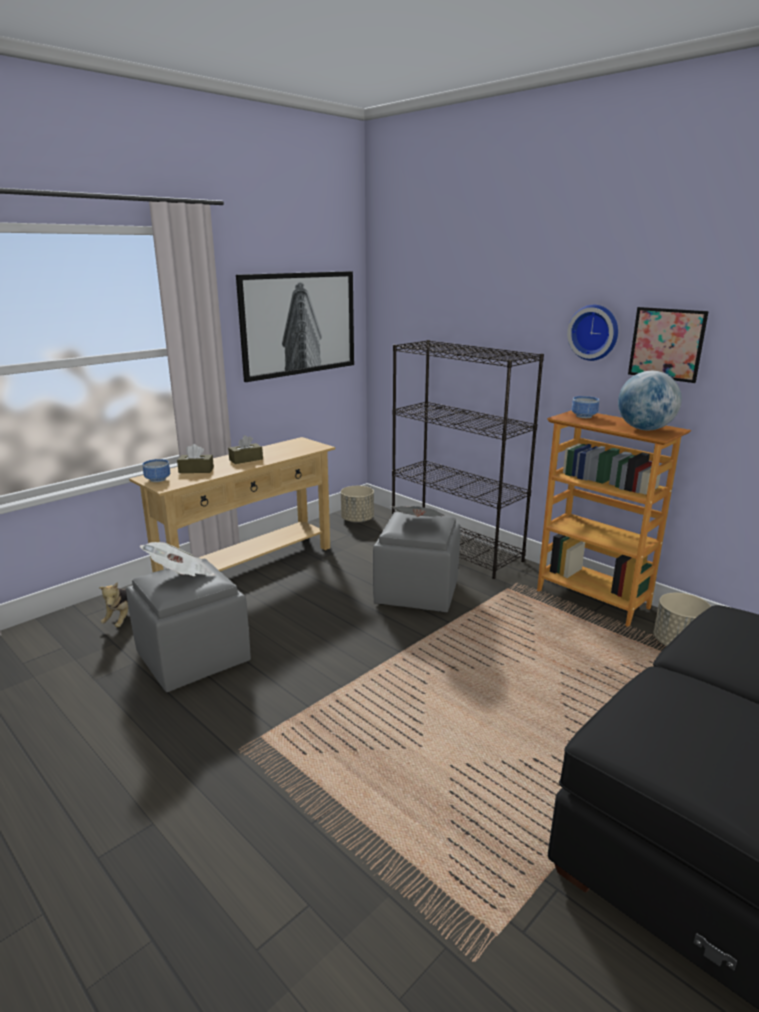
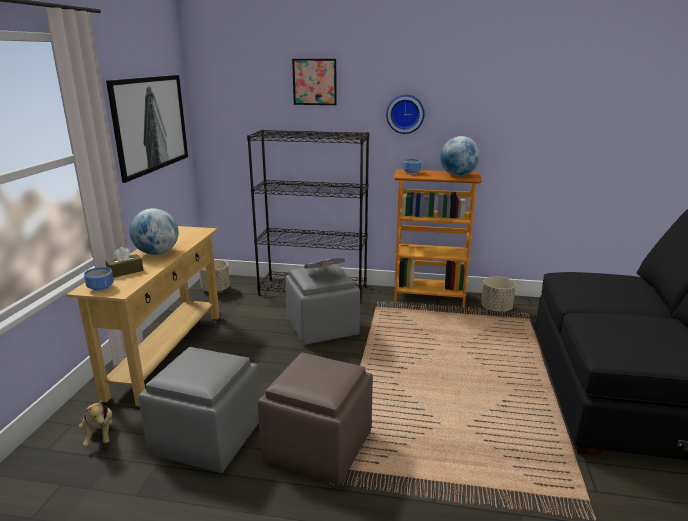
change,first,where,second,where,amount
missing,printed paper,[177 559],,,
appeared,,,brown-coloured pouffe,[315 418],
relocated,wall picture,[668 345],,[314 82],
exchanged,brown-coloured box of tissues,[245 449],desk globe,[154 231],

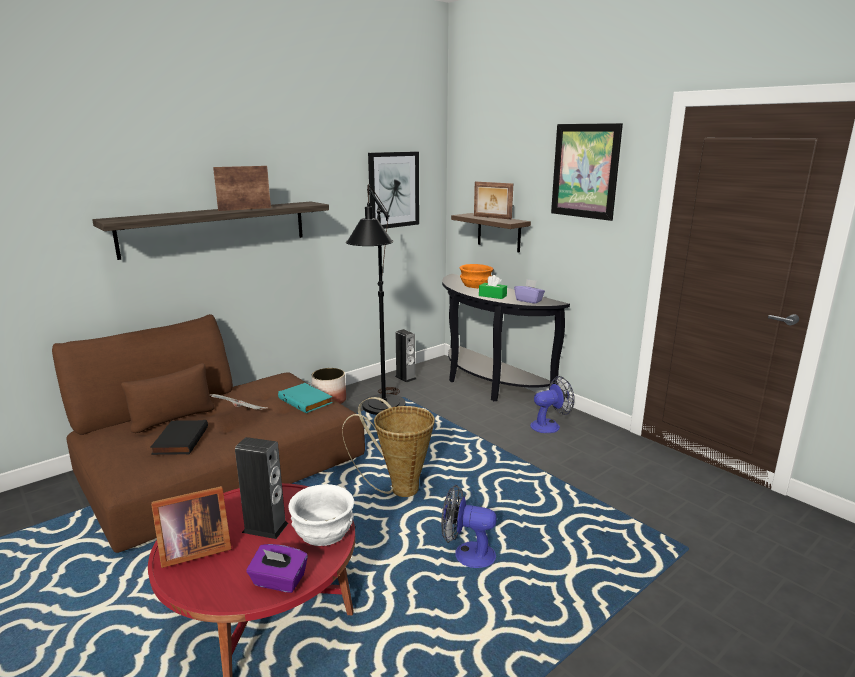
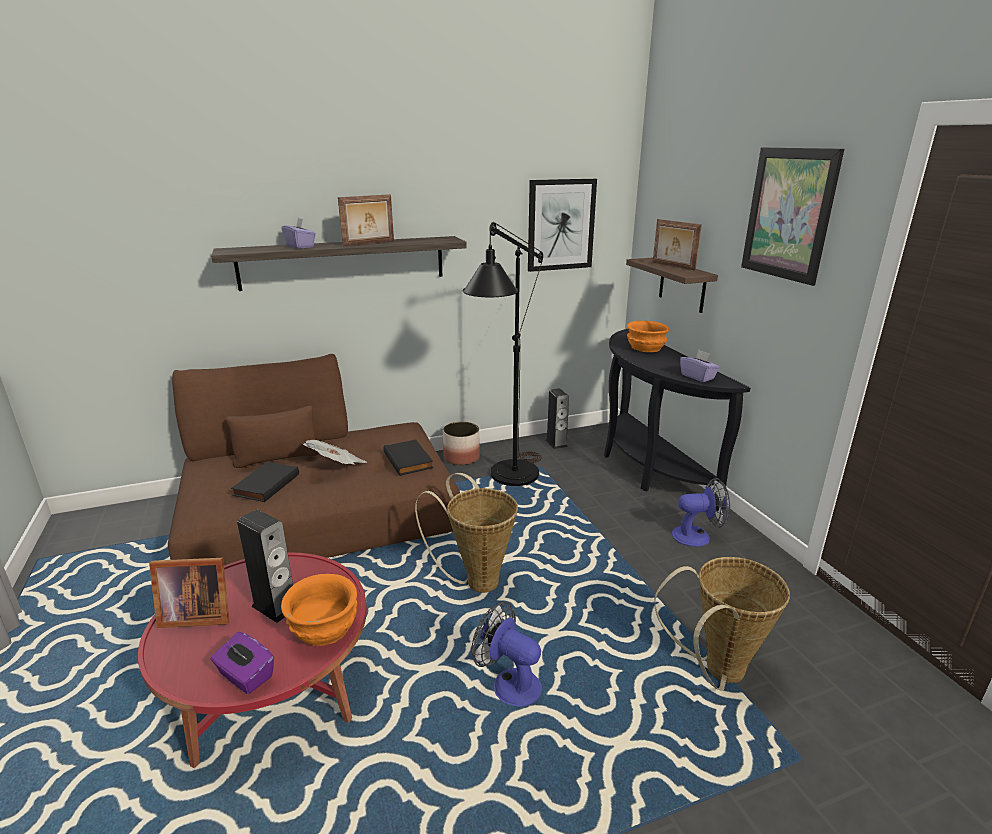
change,first,where,second,where,amount
missing,green box of tissues,[493 287],,,
appeared,,,purple-coloured box of tissues,[298 233],
appeared,,,storage basket,[722 624],
colour,turquoise book,[305 398],blackish book,[408 458],
colour,white bowl,[321 515],orangey bowl,[319 610],
spun,picture frame,[242 188],,[366 220],150 degrees clockwise

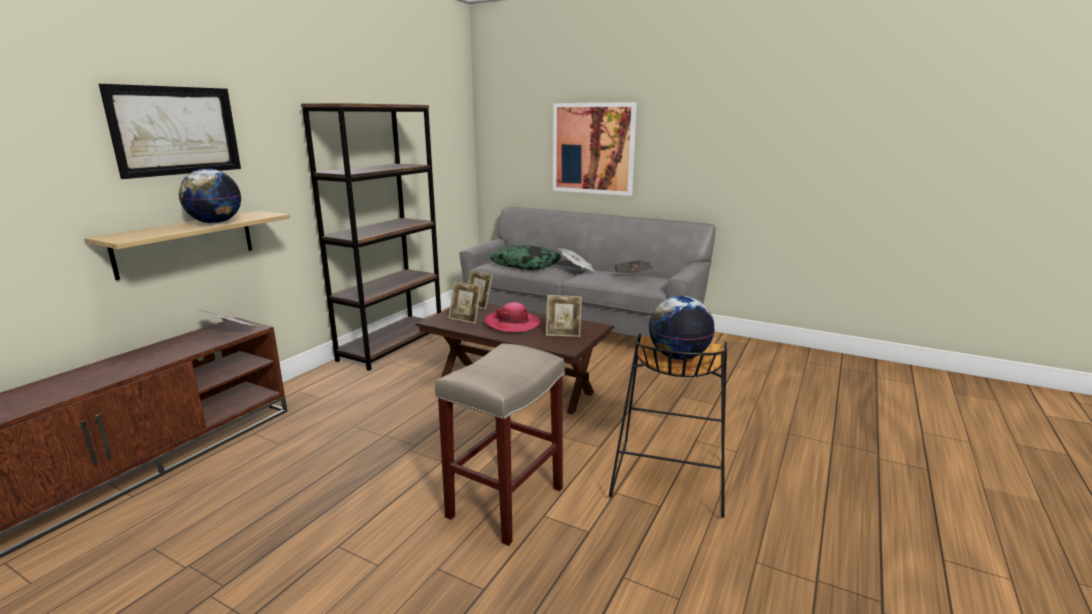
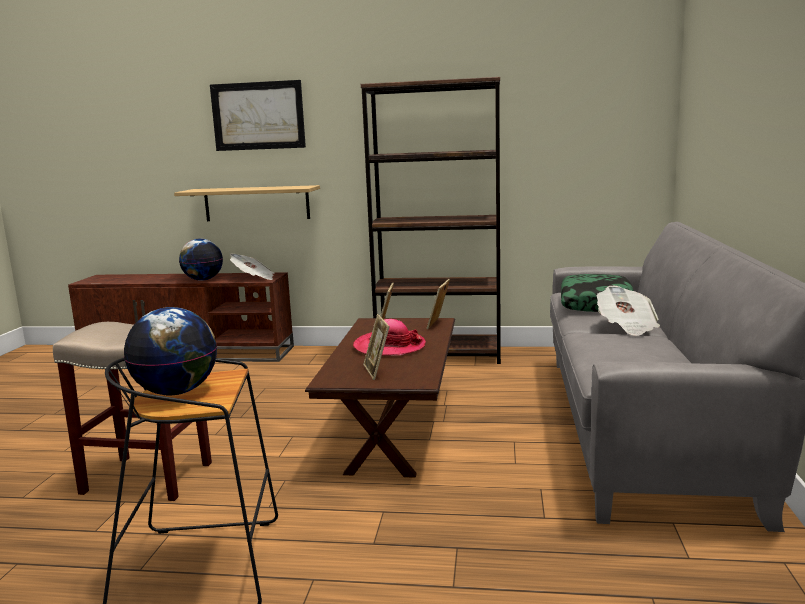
change,first,where,second,where,amount
missing,wall picture,[595 149],,,
missing,printed paper,[633 267],,,
relocated,desk globe,[210 196],,[201 260],

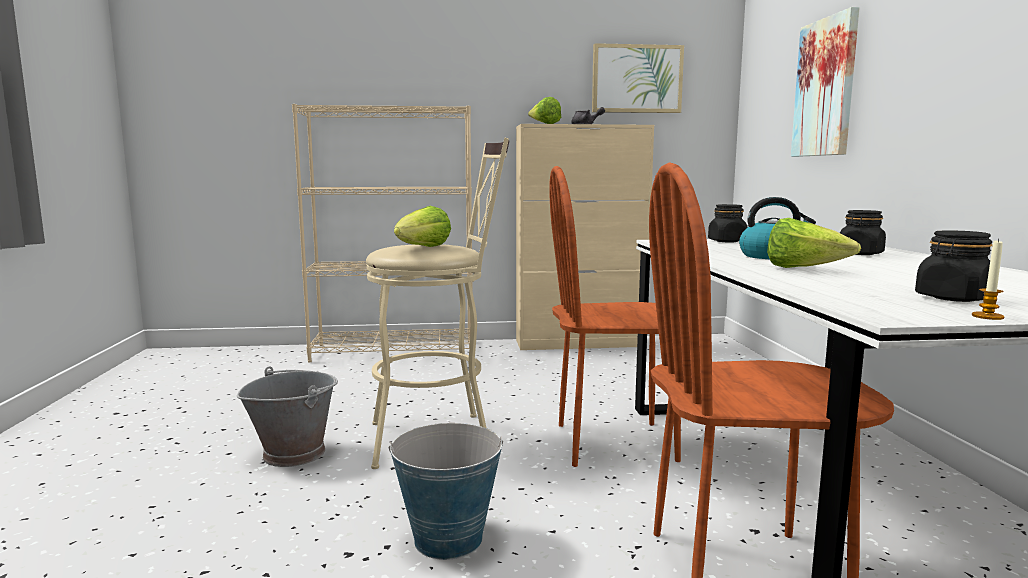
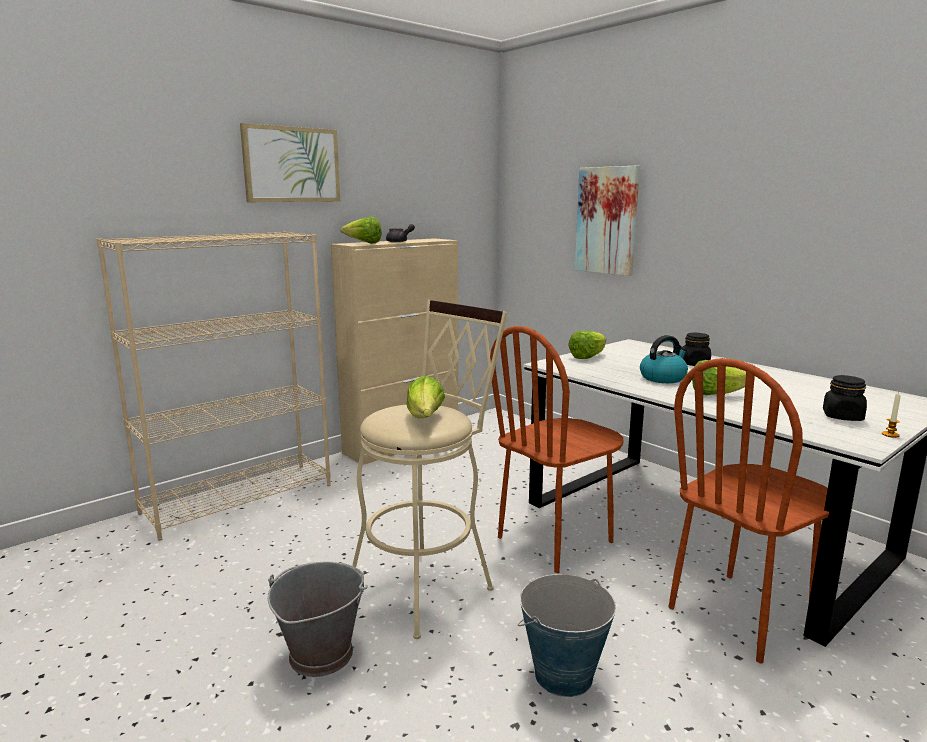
change,first,where,second,where,amount
relocated,wall picture,[638 78],,[290 162],
exchanged,blackish storage jar,[728 223],head of lettuce,[587 344],

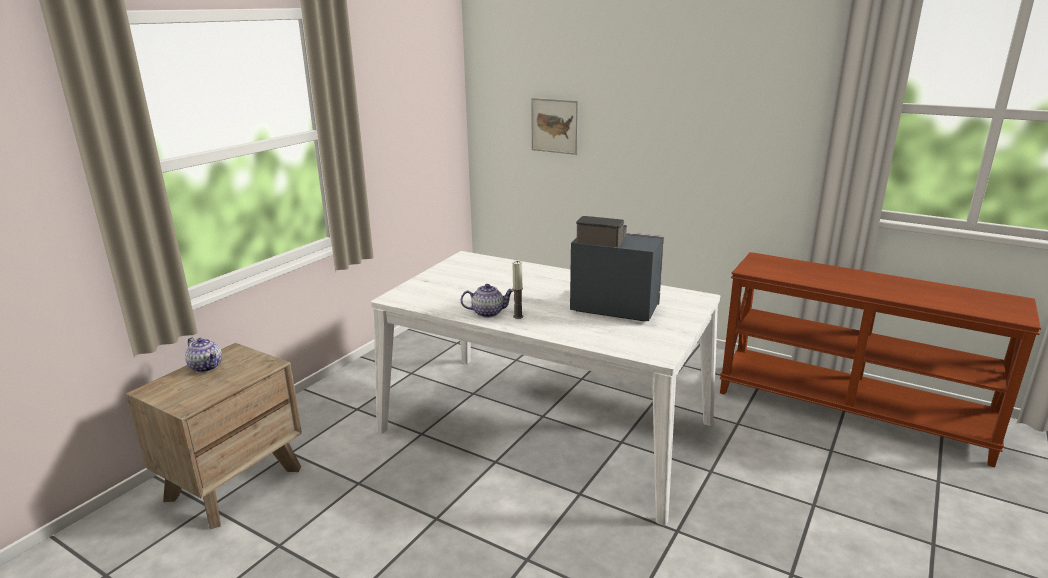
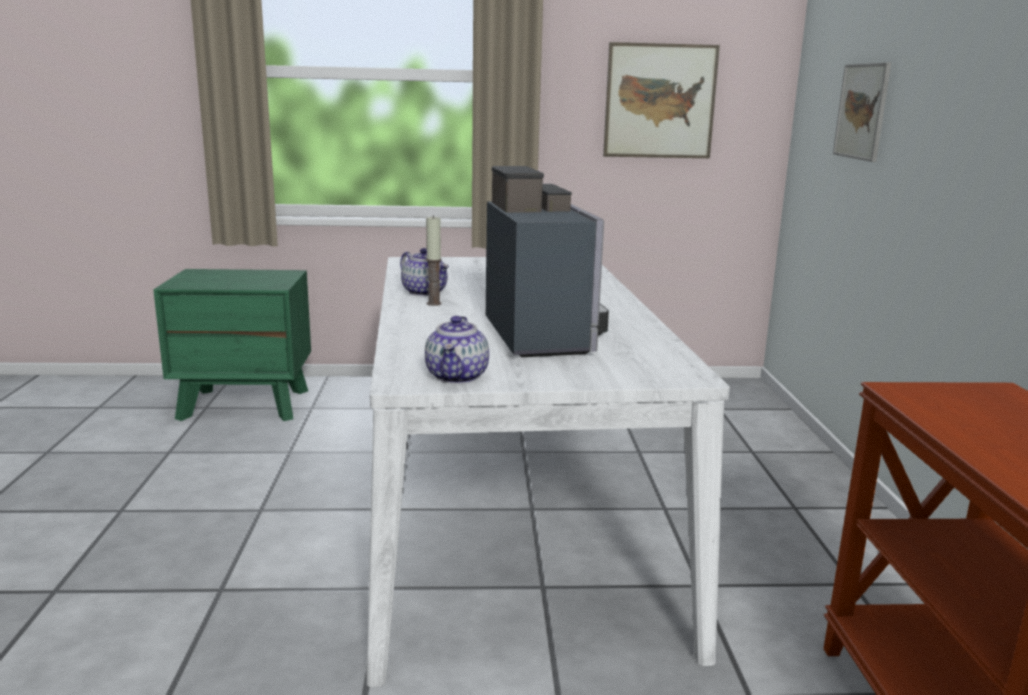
change,first,where,second,where,amount
appeared,,,wall picture,[661 100],
relocated,pot for tea,[203 355],,[457 350],
colour,brown-coloured night table,[214 436],green night table,[232 345],

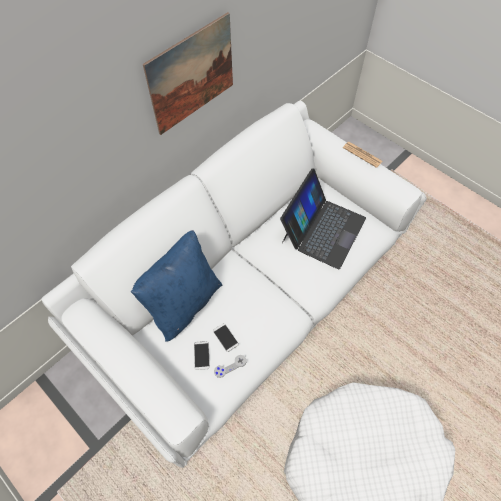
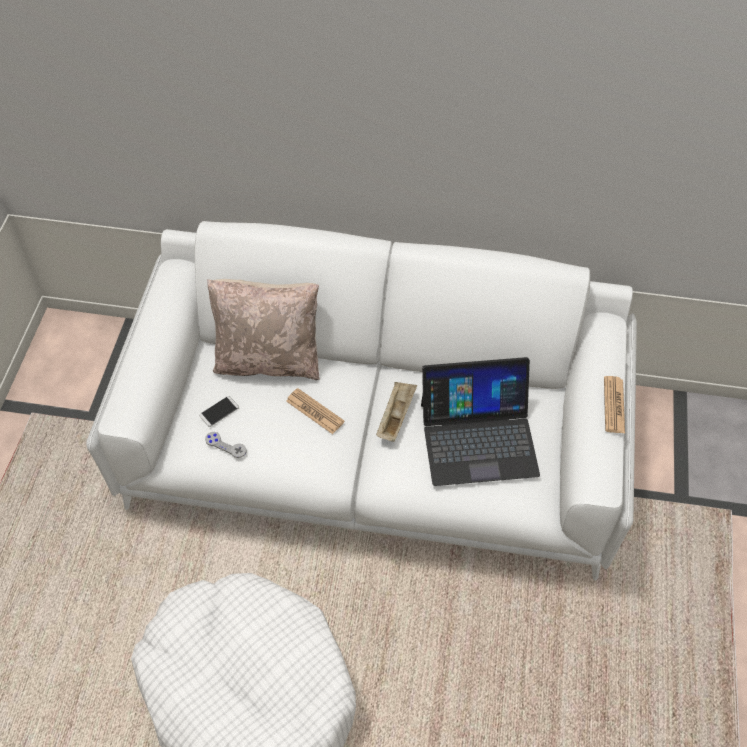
change,first,where,second,where,amount
missing,wall picture,[188 73],,,
missing,handset,[226 337],,,
appeared,,,printed paper,[315 411],
appeared,,,beige carrying tray,[396 412],
colour,blue cushion,[176 286],beige cushion,[263 329],

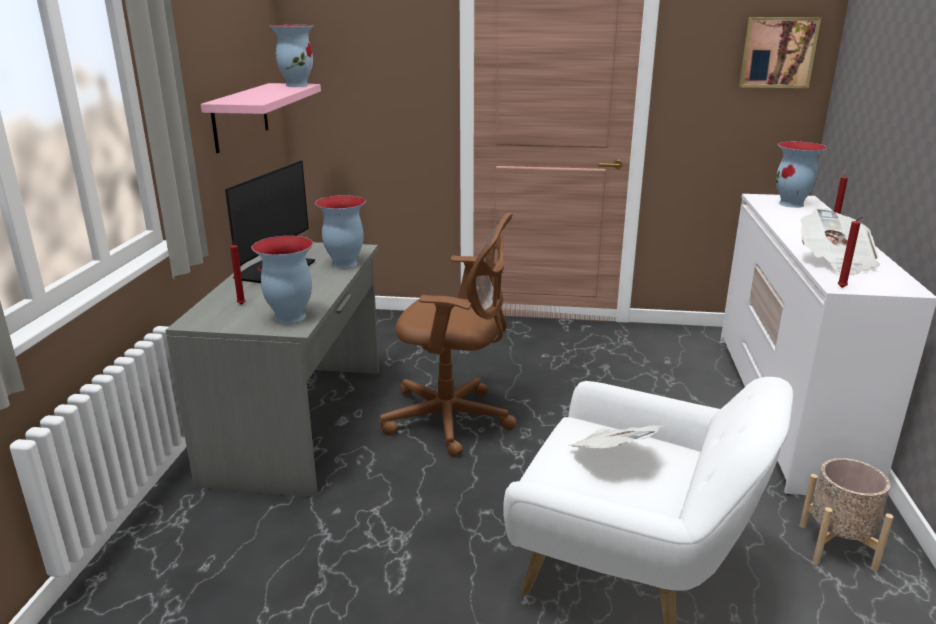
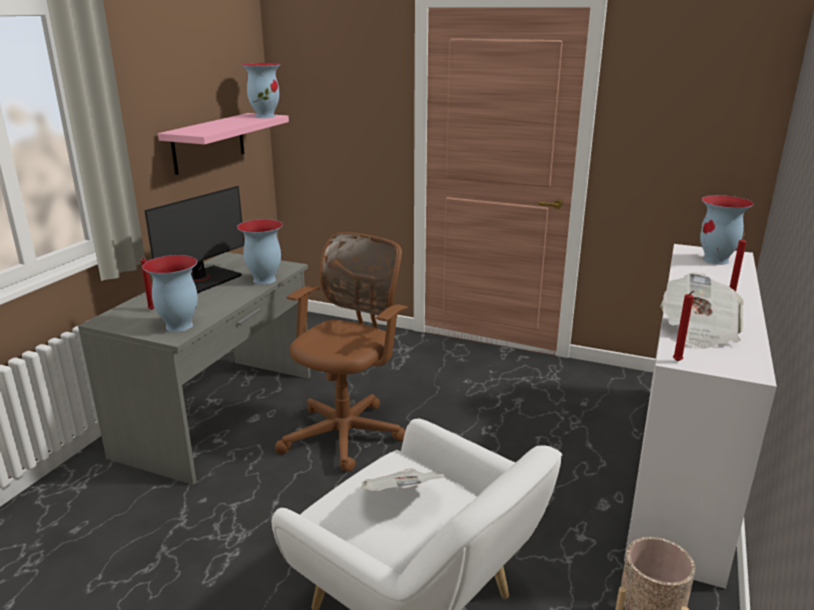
change,first,where,second,where,amount
missing,wall picture,[780 52],,,
spun,brown-coloured office chair,[448 335],,[341 352],90 degrees counterclockwise

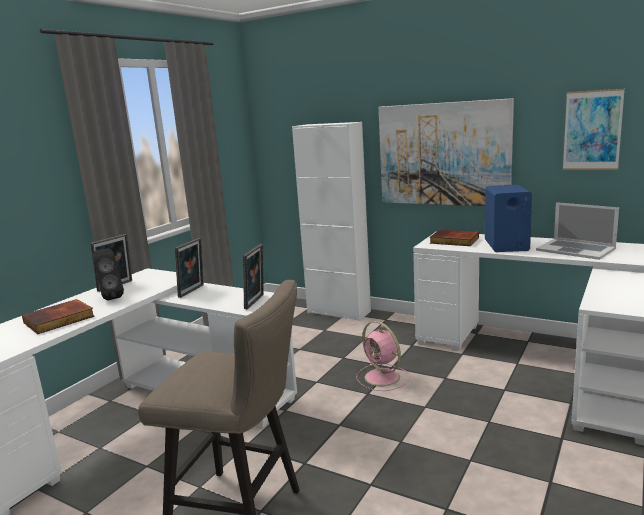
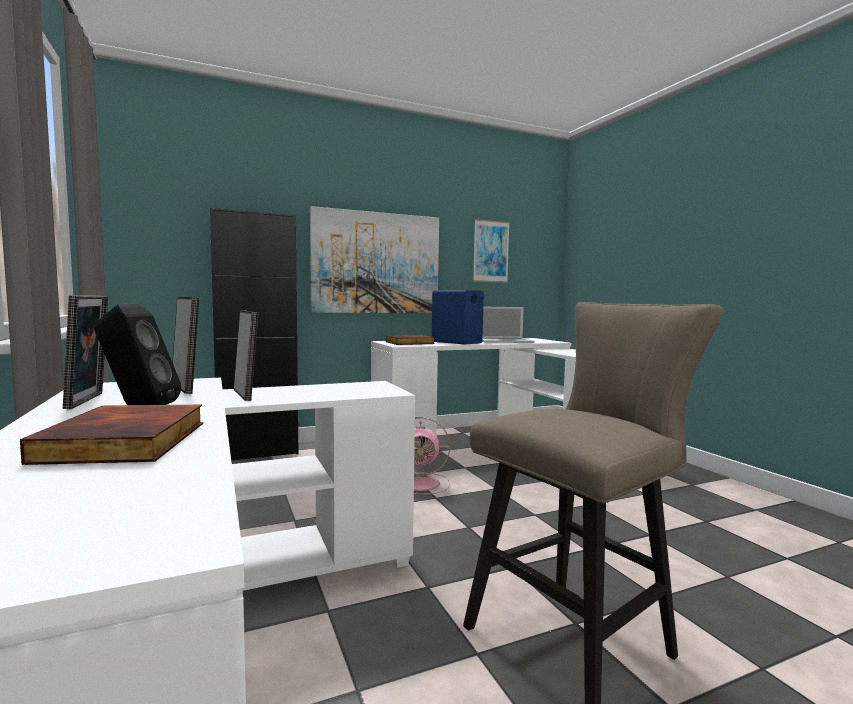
change,first,where,second,where,amount
relocated,picture frame,[253 276],,[186 345],
colour,white cupboard,[331 221],blackish cupboard,[254 334],

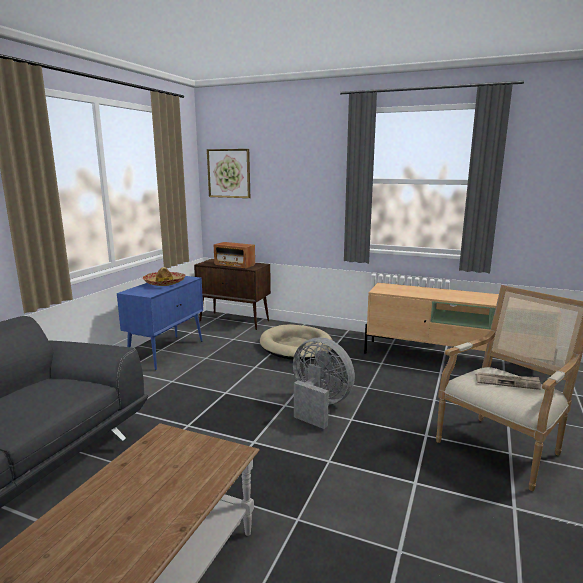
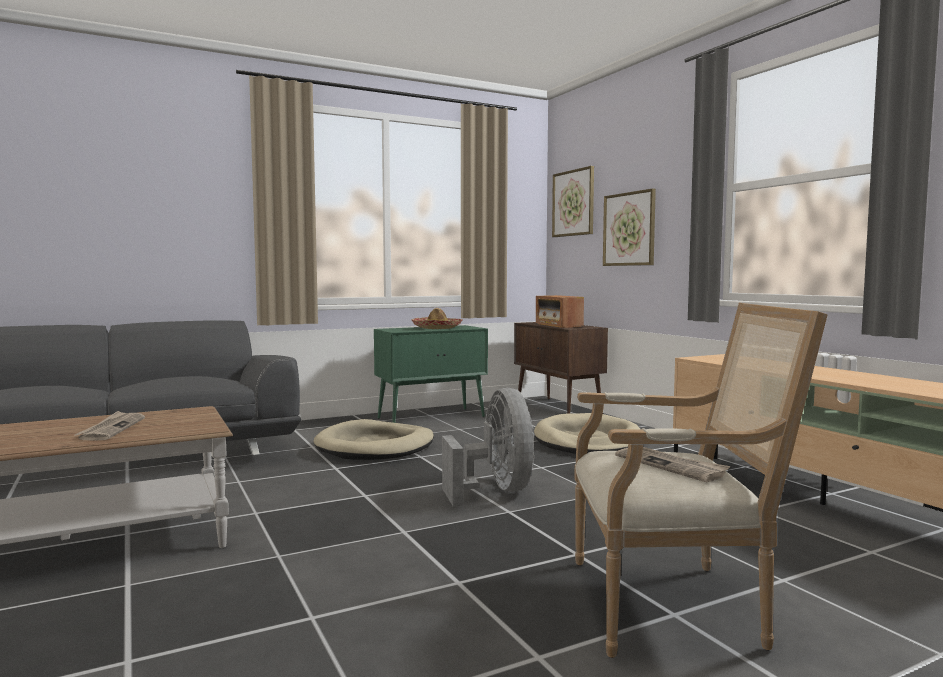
change,first,where,second,where,amount
appeared,,,printed paper,[109 425],
appeared,,,beige dog bed,[374 439],
appeared,,,wall picture,[629 227],
colour,blue cupboard,[160 323],green cupboard,[431 374],

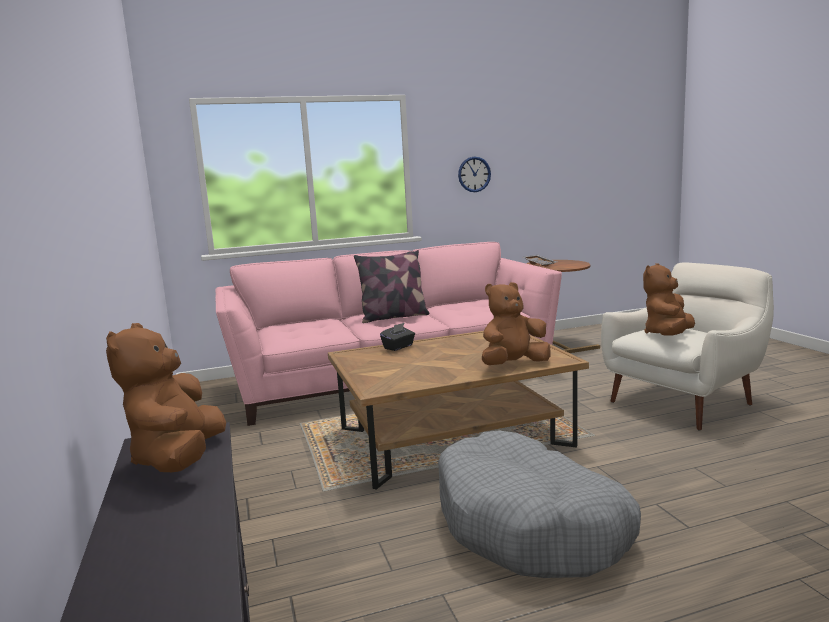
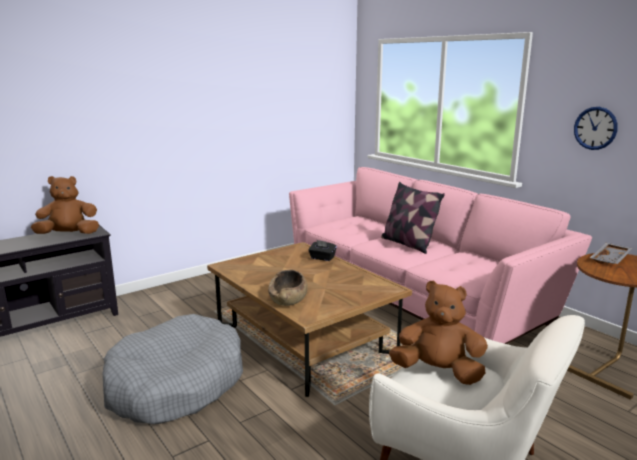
change,first,where,second,where,amount
exchanged,brown-coloured soft toy,[516 323],brown-coloured bowl,[288 288],

